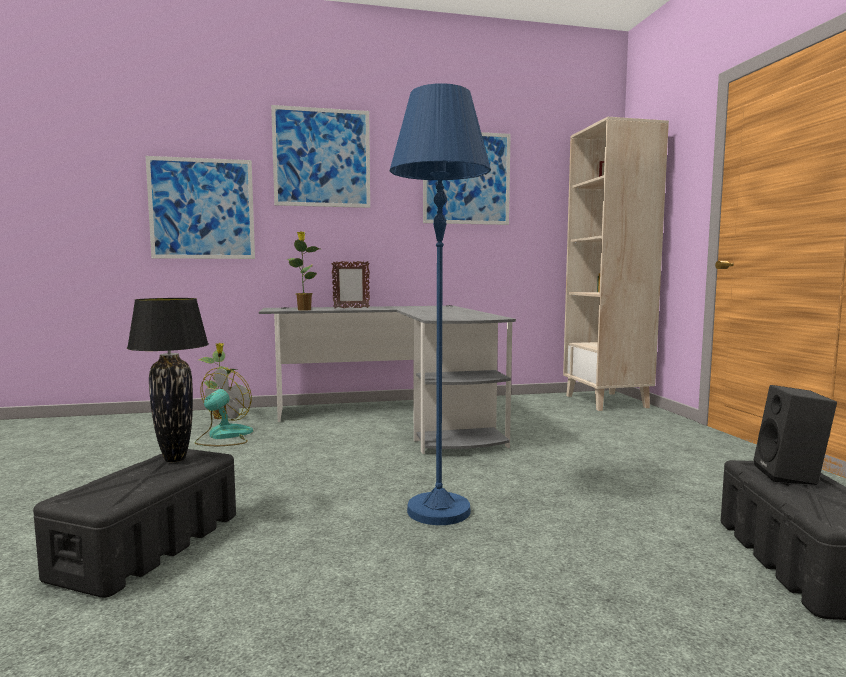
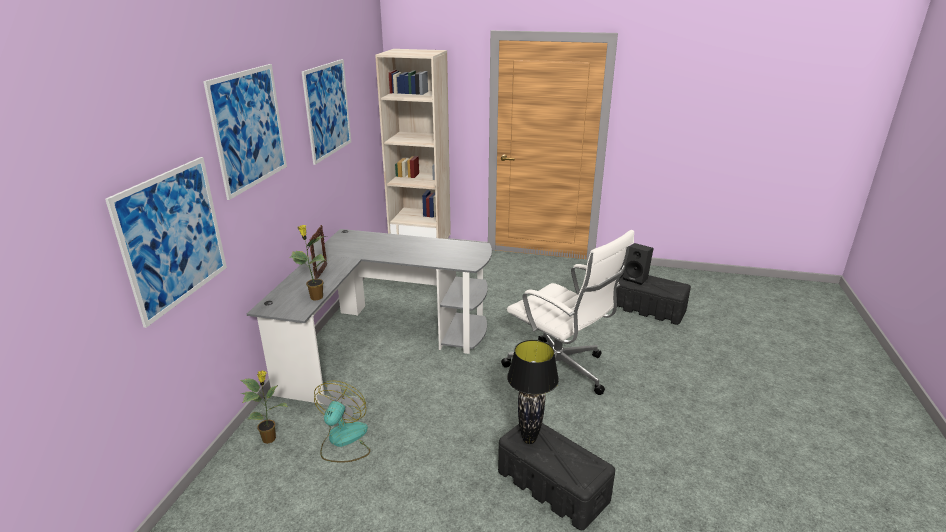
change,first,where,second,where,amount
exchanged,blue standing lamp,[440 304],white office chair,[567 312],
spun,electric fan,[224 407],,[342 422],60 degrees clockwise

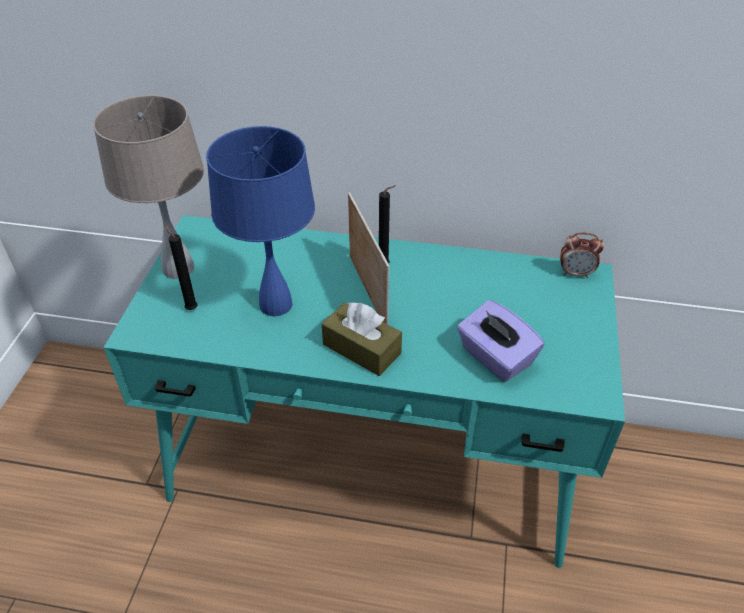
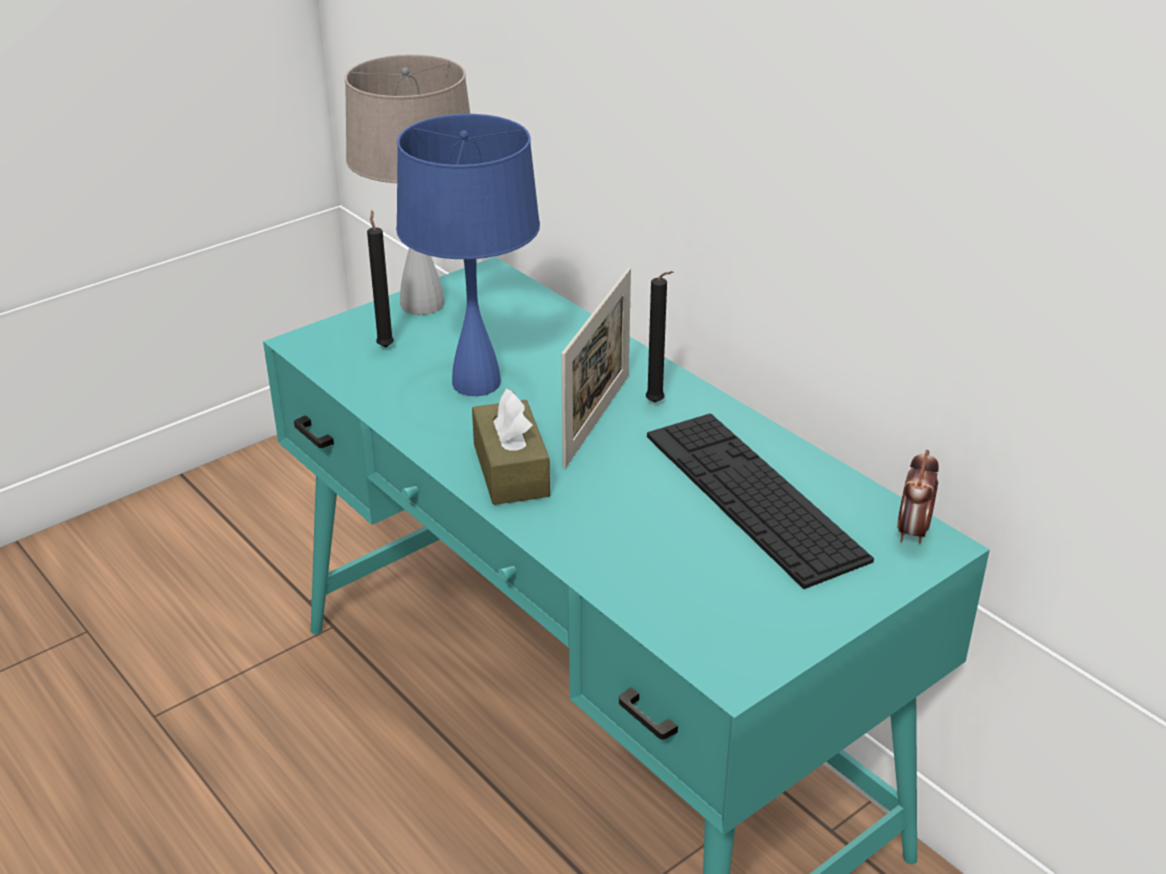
change,first,where,second,where,amount
missing,purple-coloured box of tissues,[500 341],,,
appeared,,,computer keyboard,[760 501],
spun,bedside clock,[582 255],,[918 497],60 degrees clockwise

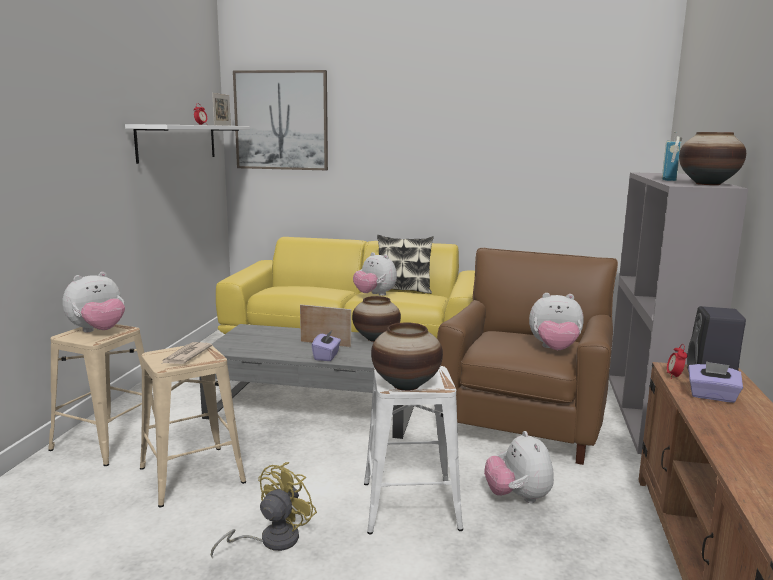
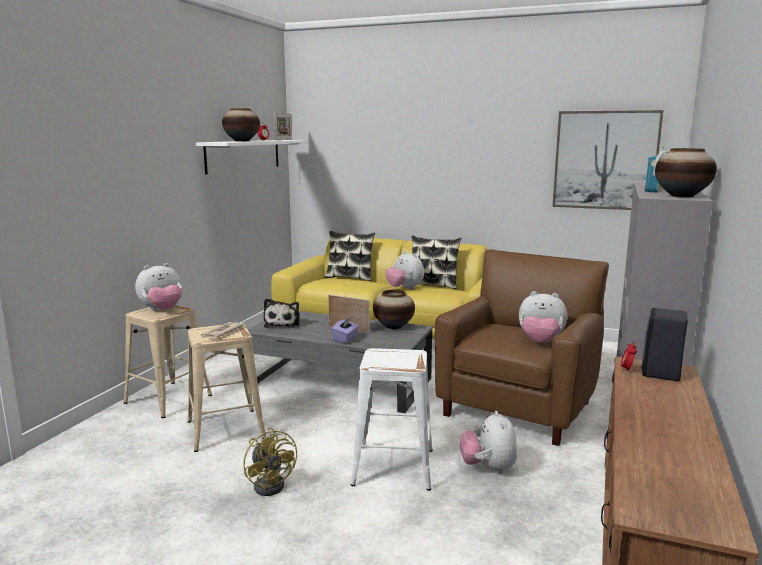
change,first,where,second,where,amount
missing,purple-coloured box of tissues,[715 382],,,
appeared,,,soft toy,[281 313],
appeared,,,cushion,[350 256],
relocated,wall picture,[280 120],,[608 160],
relocated,decorative vase,[407 356],,[241 124],
spun,yellow-coloured electric fan,[264 509],,[270 462],105 degrees clockwise

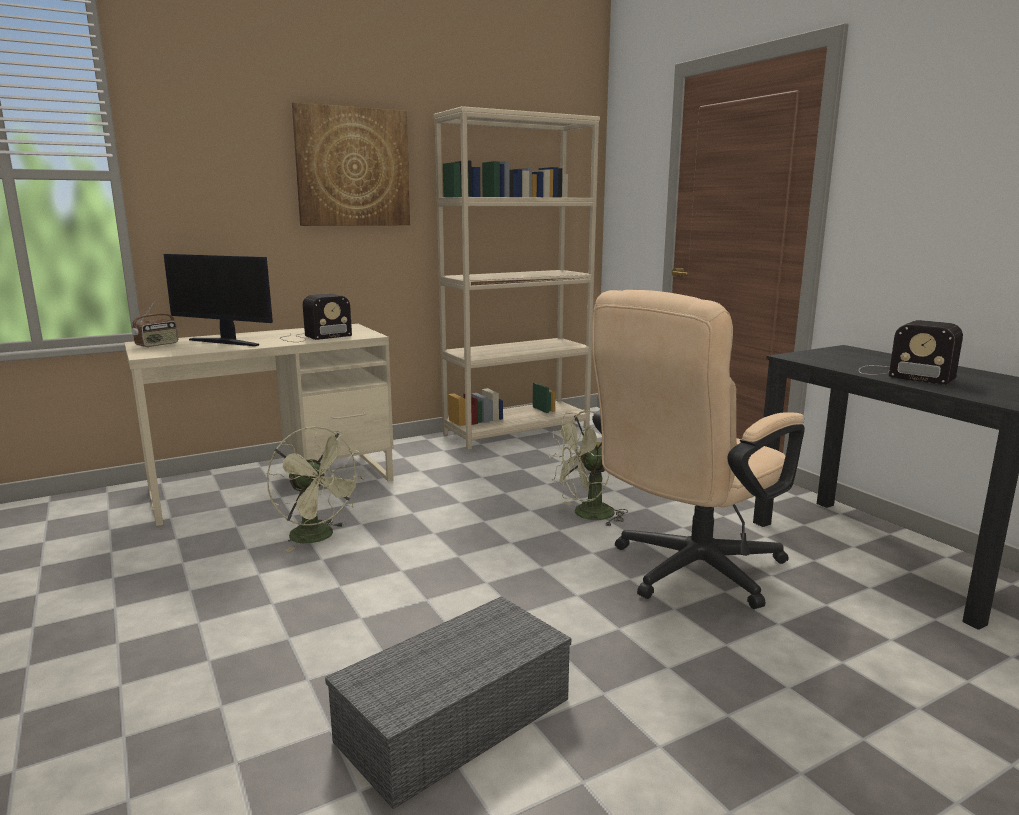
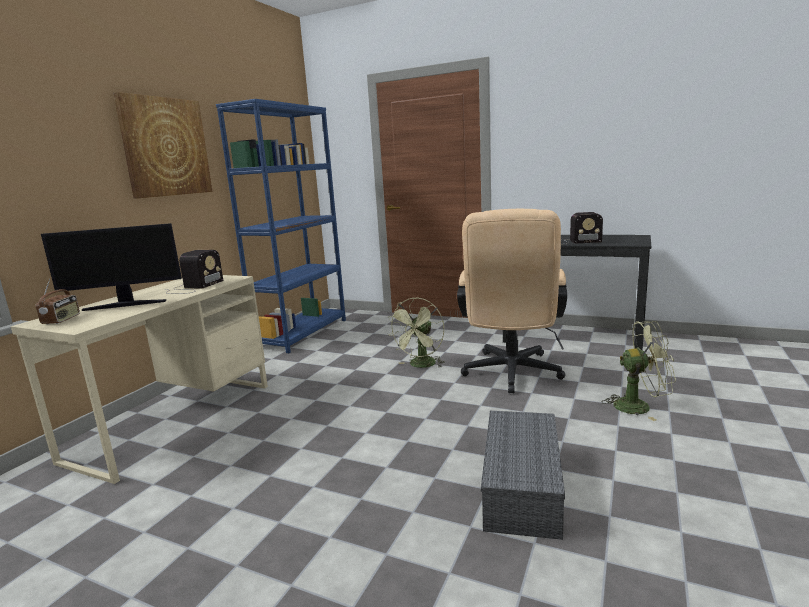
change,first,where,second,where,amount
relocated,green electric fan,[315 489],,[638 371],
colour,beige bookcase,[517 278],blue bookcase,[281 226],

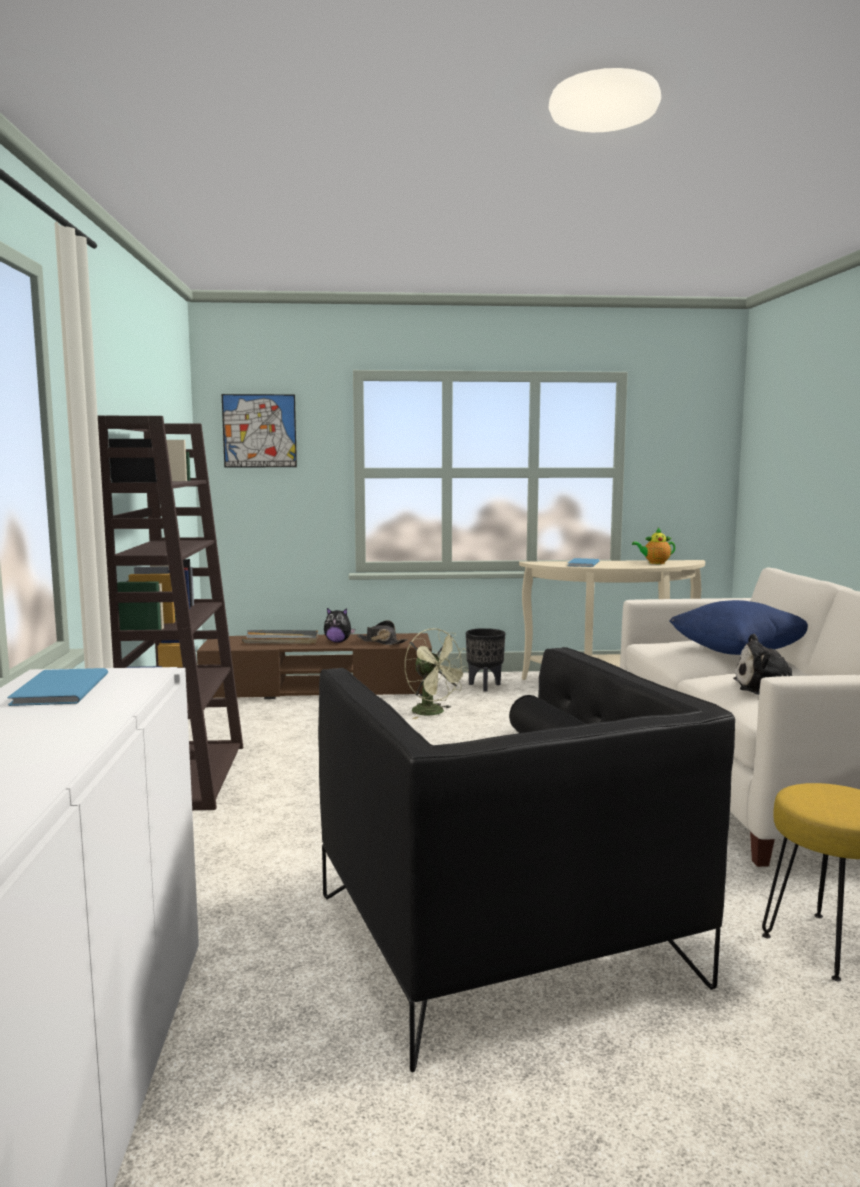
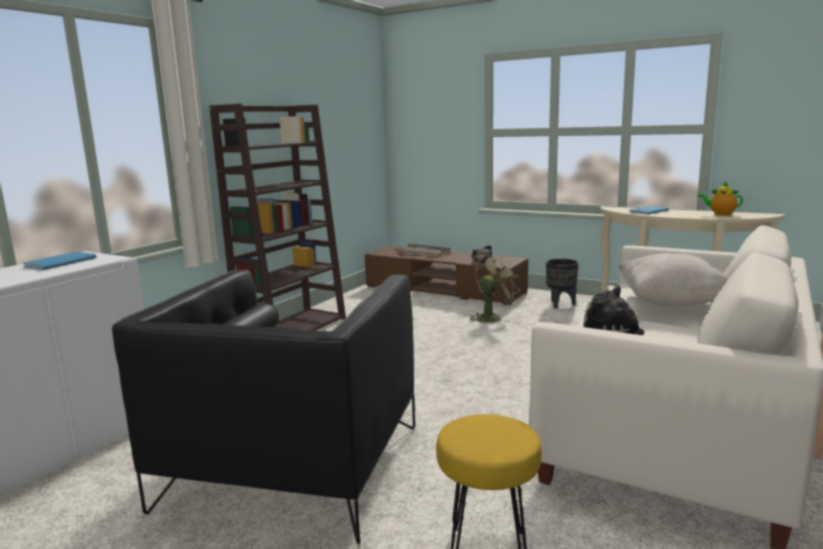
change,first,where,second,where,amount
missing,wall picture,[259 430],,,
missing,soft toy,[339 625],,,
colour,blue cushion,[738 627],beige cushion,[673 279],
spun,green electric fan,[437 673],,[494 288],120 degrees counterclockwise

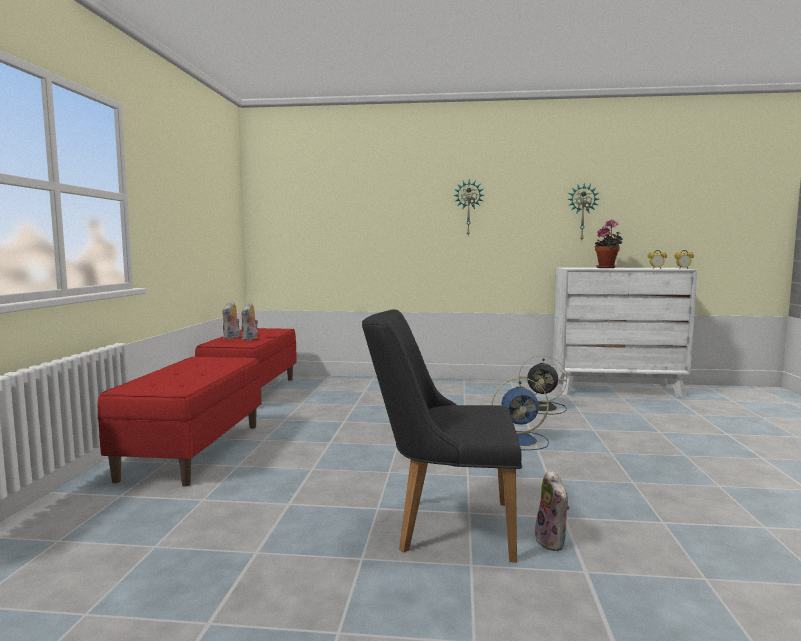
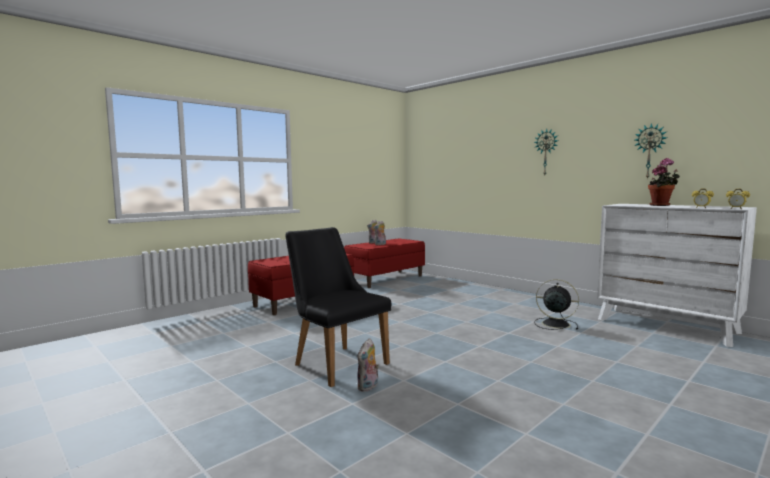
change,first,where,second,where,amount
missing,blue electric fan,[520 414],,,
spun,blackish electric fan,[543 384],,[556 304],150 degrees clockwise

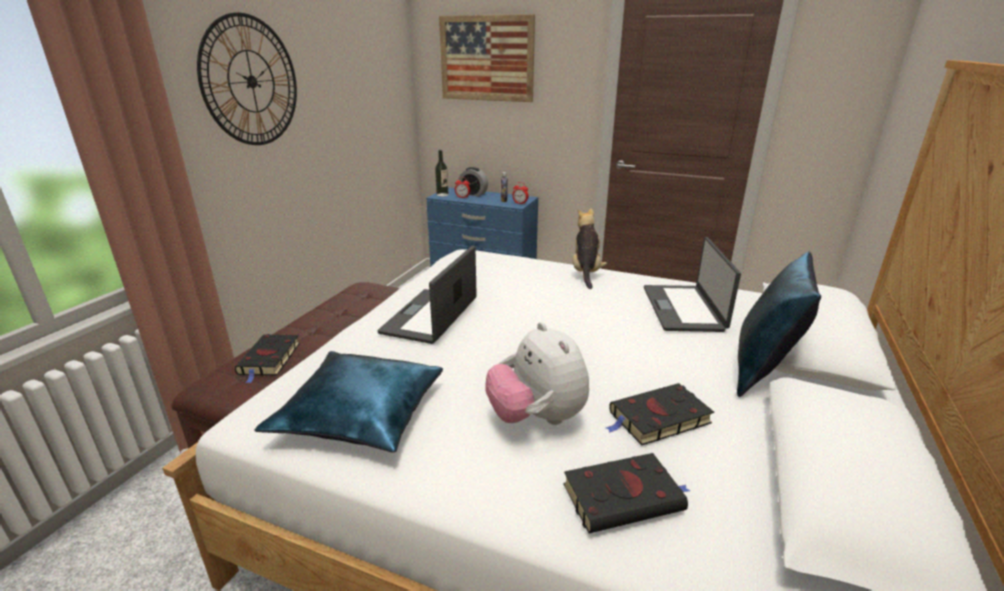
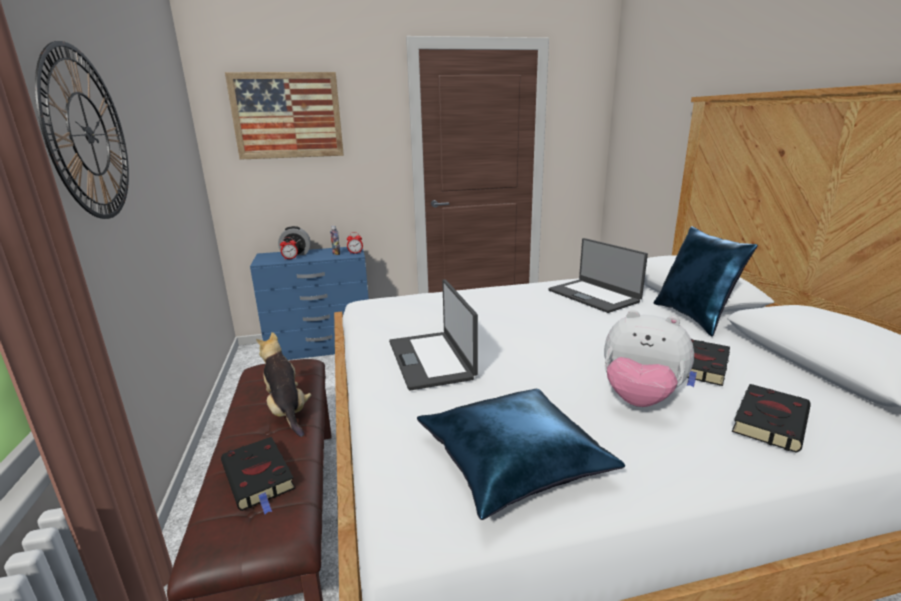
change,first,where,second,where,amount
missing,bottle,[442 173],,,
relocated,soft toy,[589 248],,[283 384],

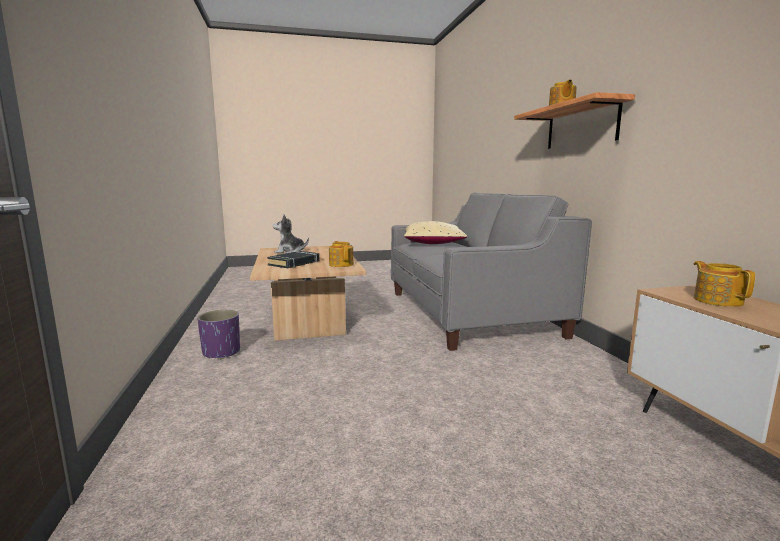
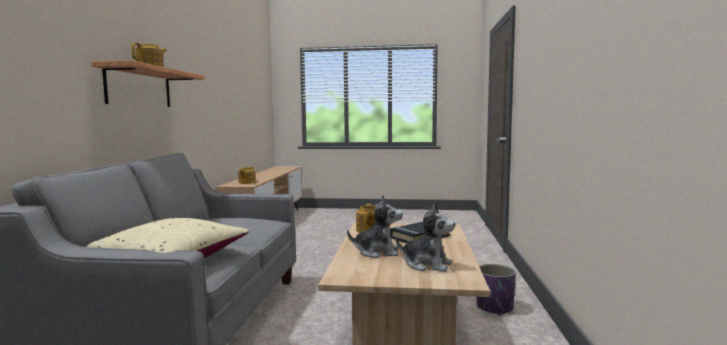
change,first,where,second,where,amount
appeared,,,soft toy,[375 226],

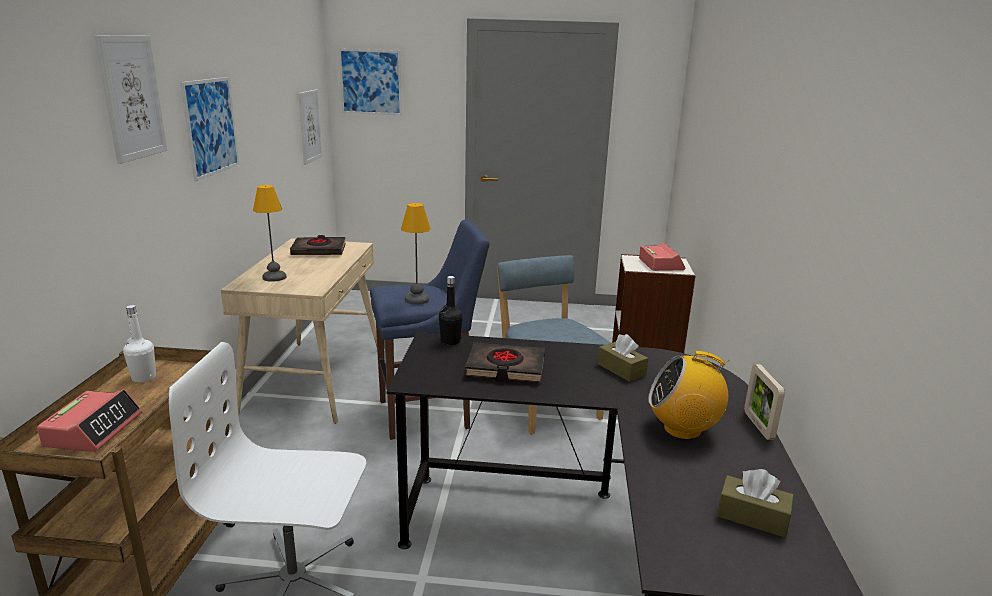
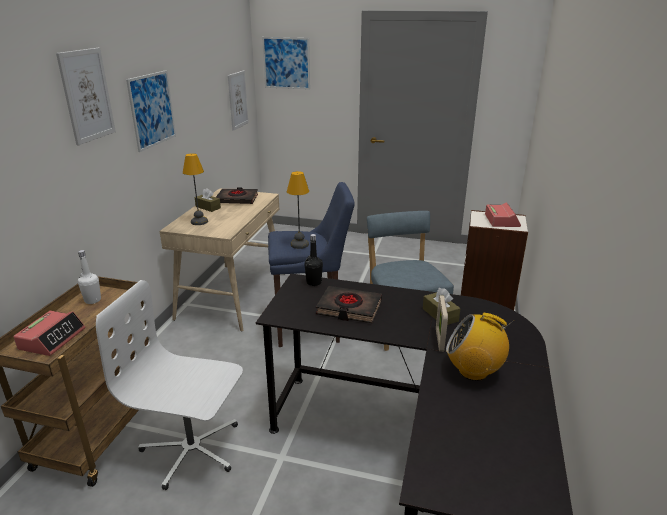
change,first,where,second,where,amount
relocated,brown-coloured box of tissues,[755 503],,[208 200],
relocated,picture frame,[764 402],,[442 323],

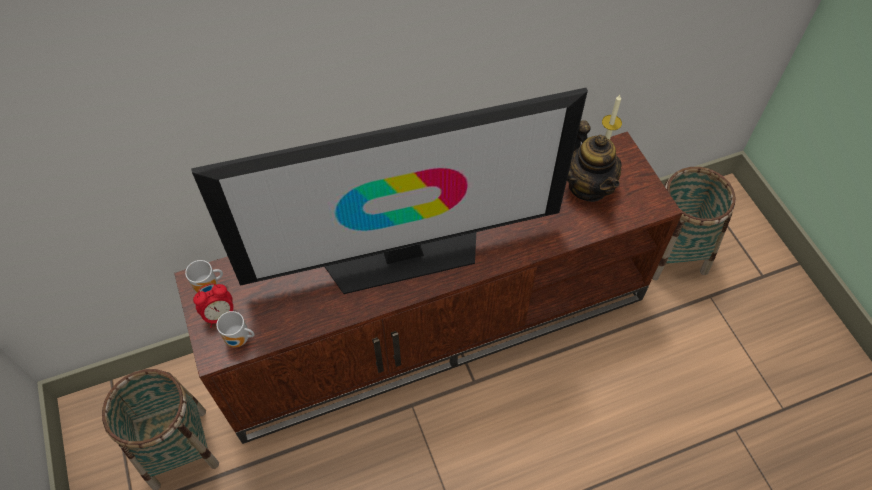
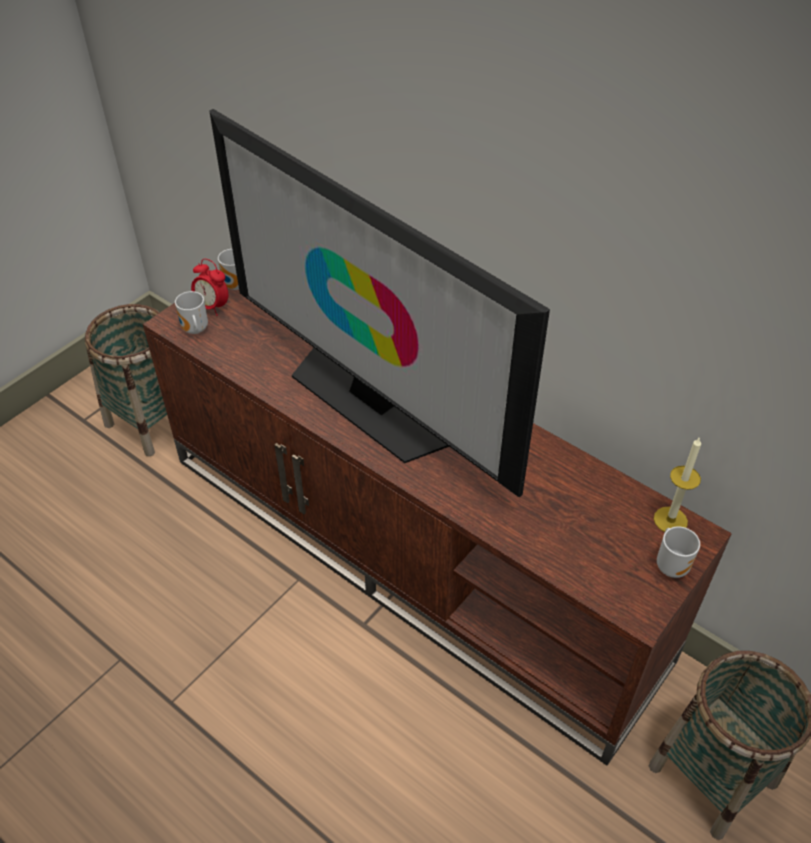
change,first,where,second,where,amount
missing,pot for tea,[594 161],,,
appeared,,,coffee mug,[678 552],

